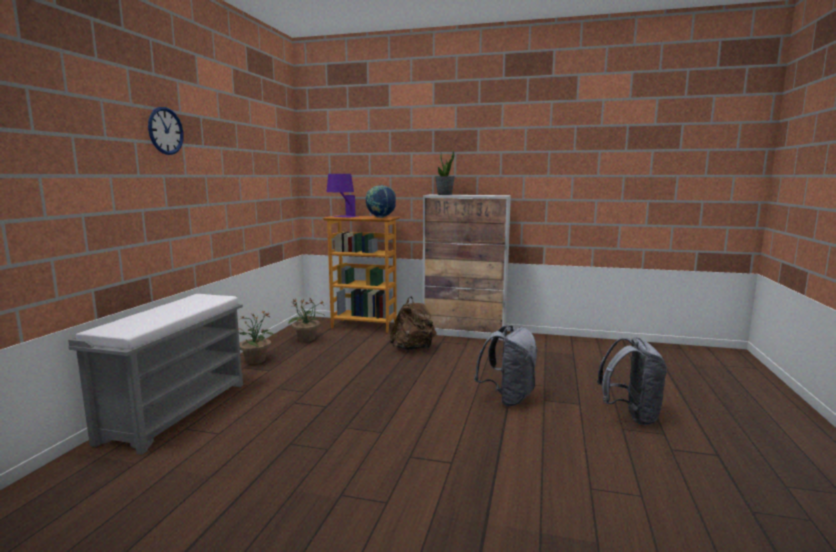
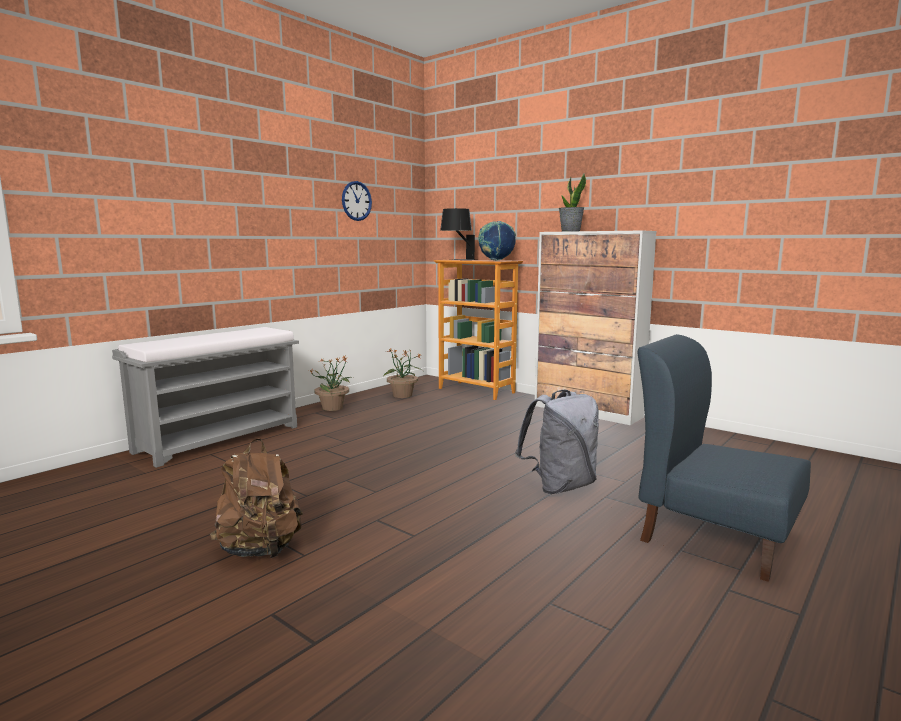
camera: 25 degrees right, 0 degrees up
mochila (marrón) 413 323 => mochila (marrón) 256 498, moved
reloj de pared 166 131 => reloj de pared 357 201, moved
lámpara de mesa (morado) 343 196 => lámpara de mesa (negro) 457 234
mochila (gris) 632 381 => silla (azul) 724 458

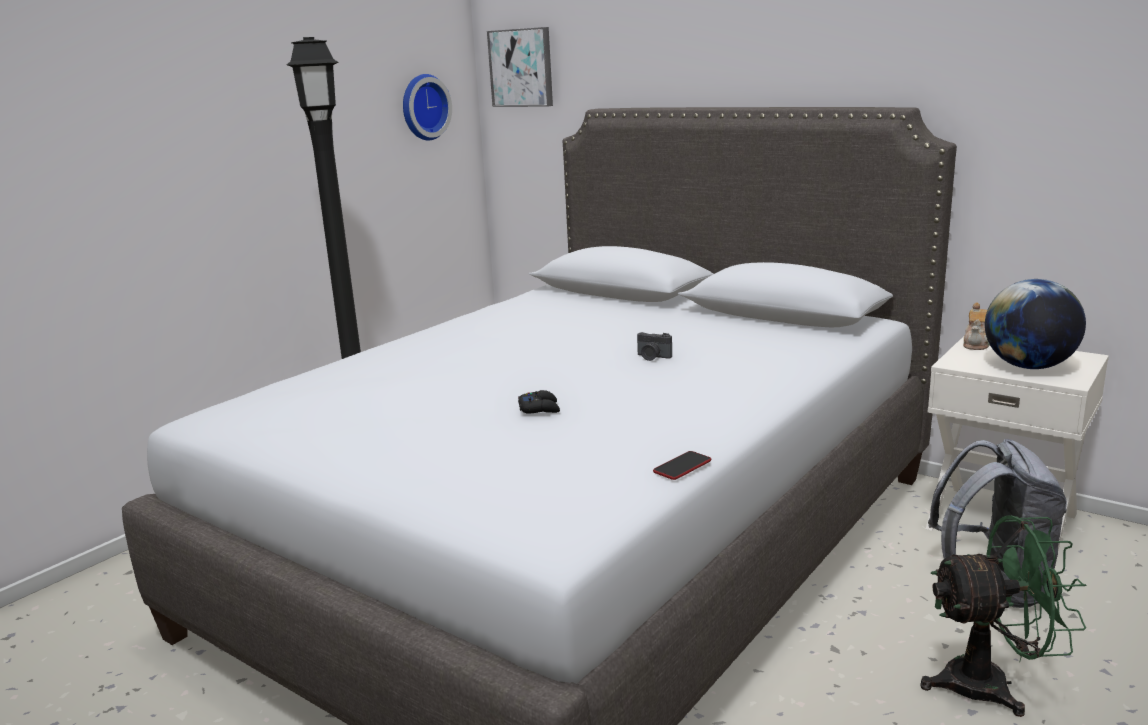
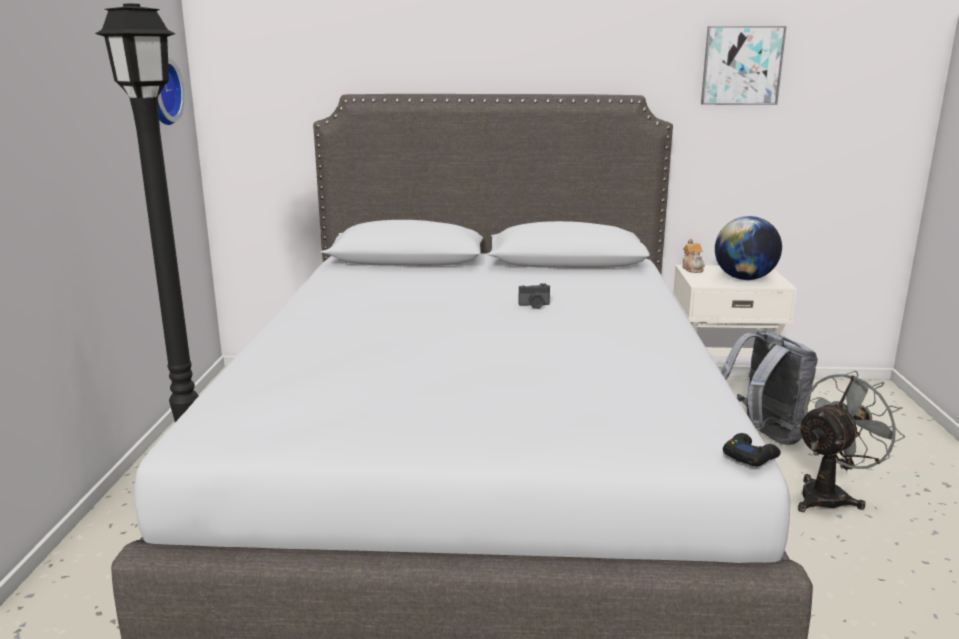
camera: 35 degrees left, 0 degrees up
cuadro 520 67 => cuadro 744 65, moved
mando de consola (negro) 539 401 => mando de consola (negro) 752 449, moved
ventilador (verde) 1003 616 => ventilador (gris) 851 441
móvil 682 465 => nothing

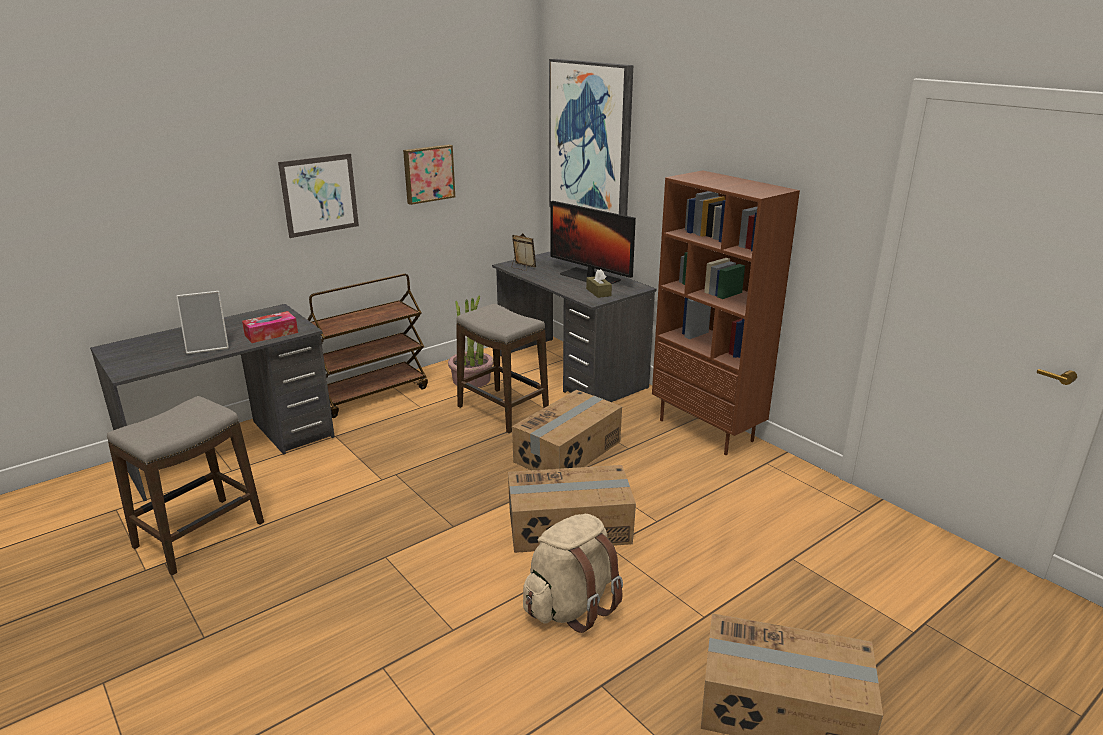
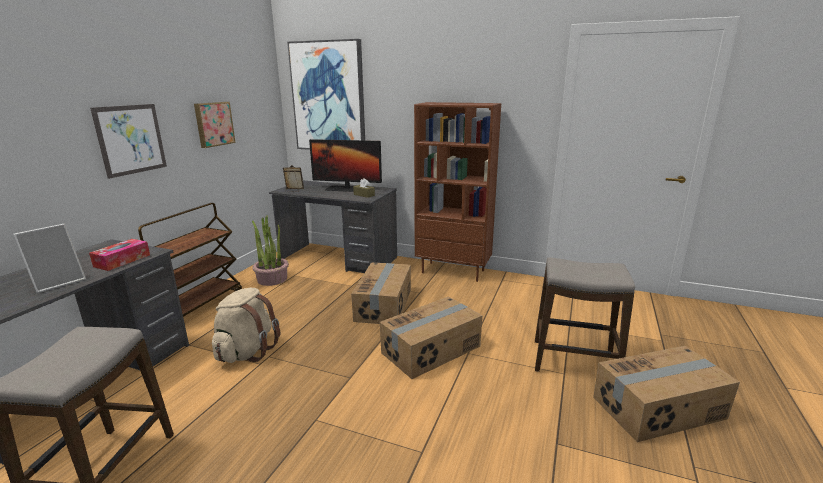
camera: 30 degrees left, 5 degrees down
mochila (beis) 573 573 => mochila (beis) 246 325, moved
taburete 502 368 => taburete 585 314, moved

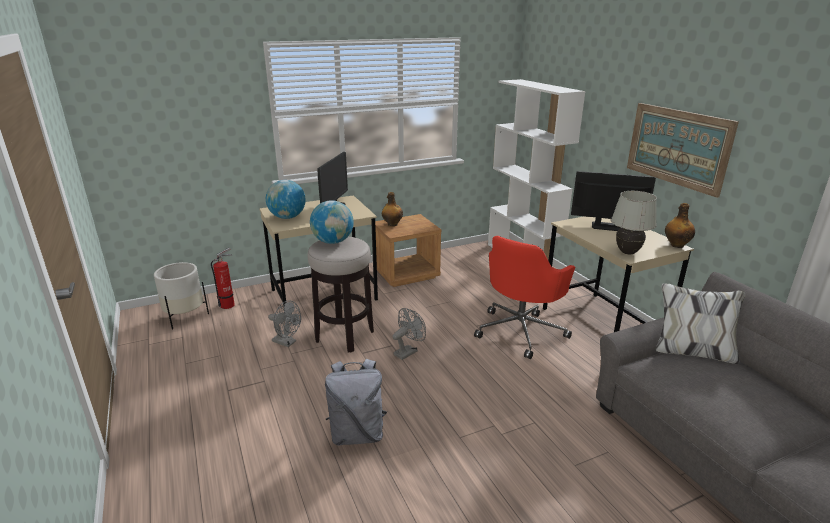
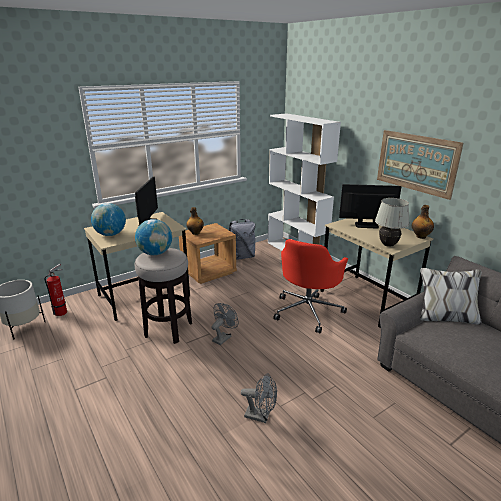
camera: 10 degrees left, 0 degrees up
mochila (gris) 356 402 => mochila (gris) 242 239, moved
ventilador (gris) 284 323 => ventilador (gris) 259 398, moved

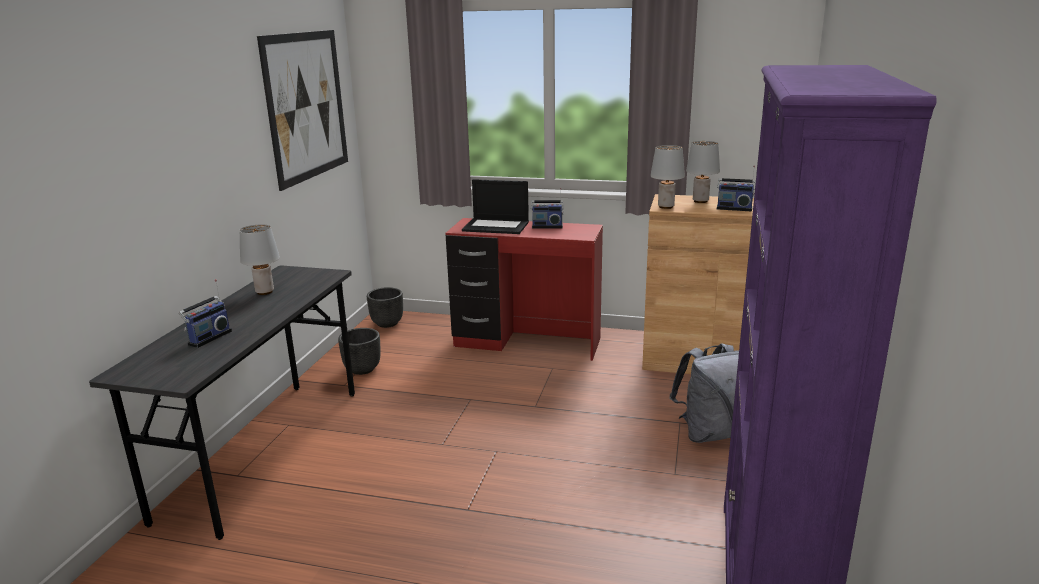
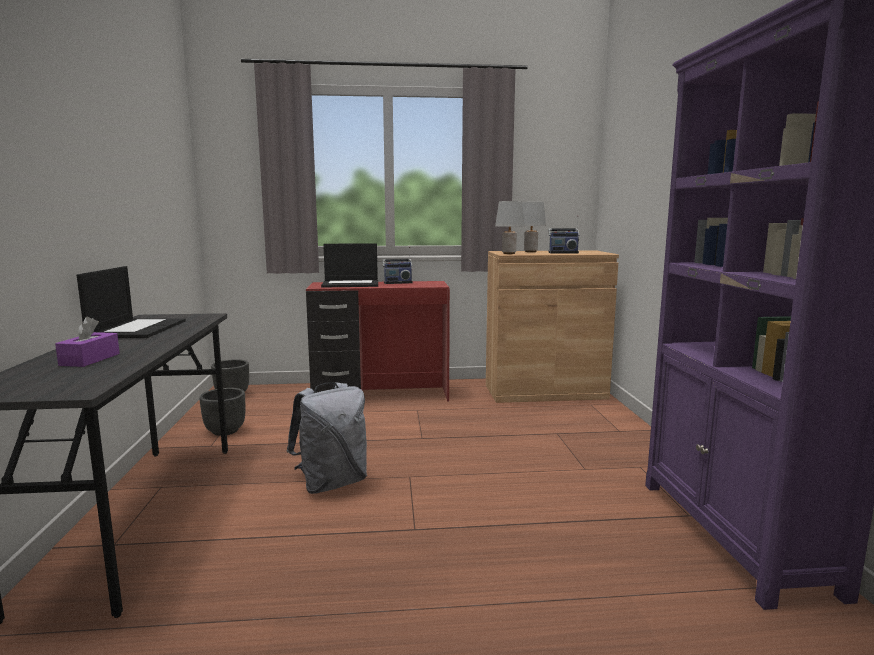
camera: 20 degrees left, 10 degrees down
radio 205 313 => caja de pañuelos (morado) 87 341
lámpara de mesa (gris) 259 259 => portátil 131 302
mochila (gris) 704 393 => mochila (gris) 327 438, moved
cuadro 302 110 => nothing

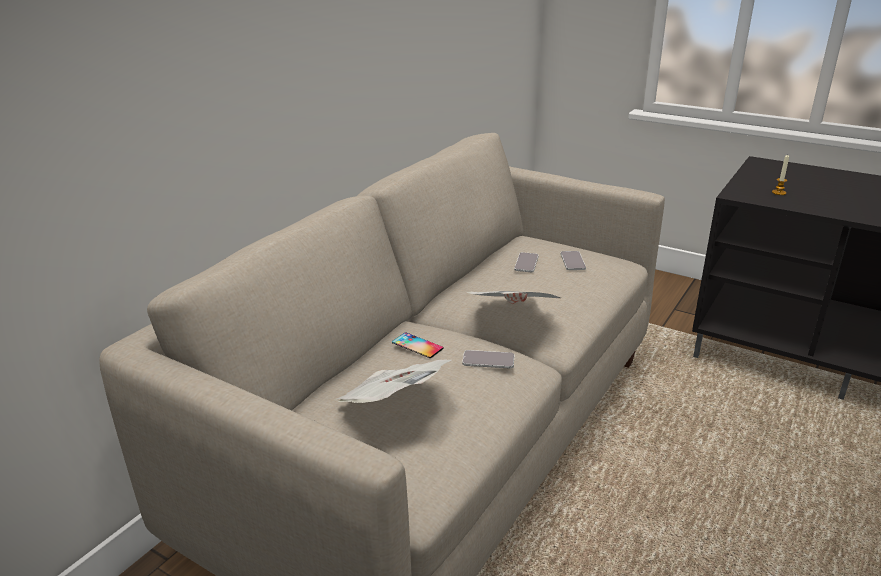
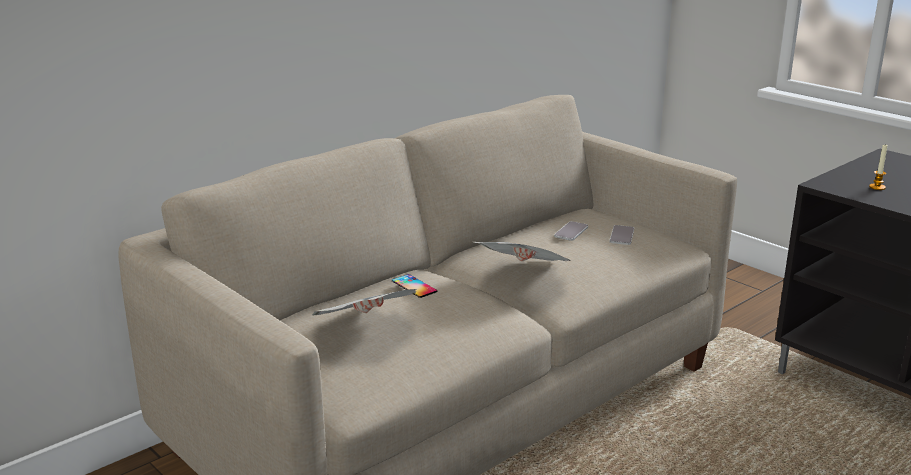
camera: 15 degrees right, 5 degrees down
móvil 488 359 => nothing

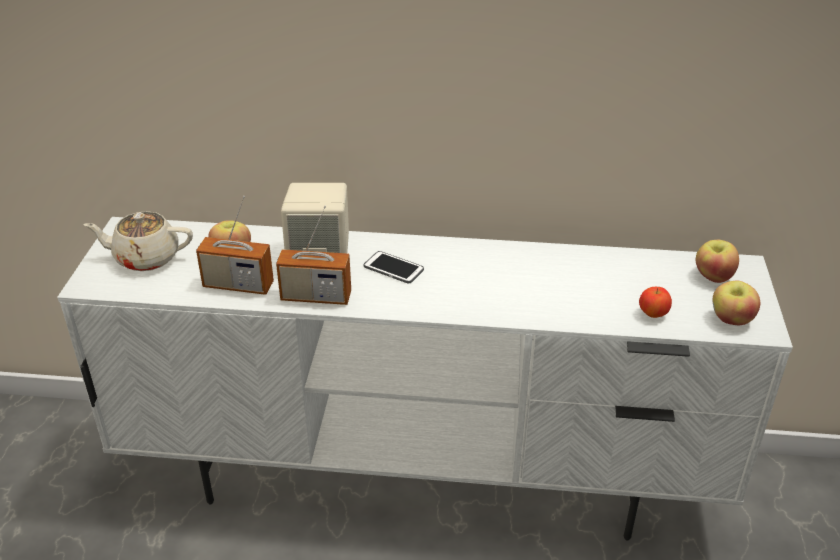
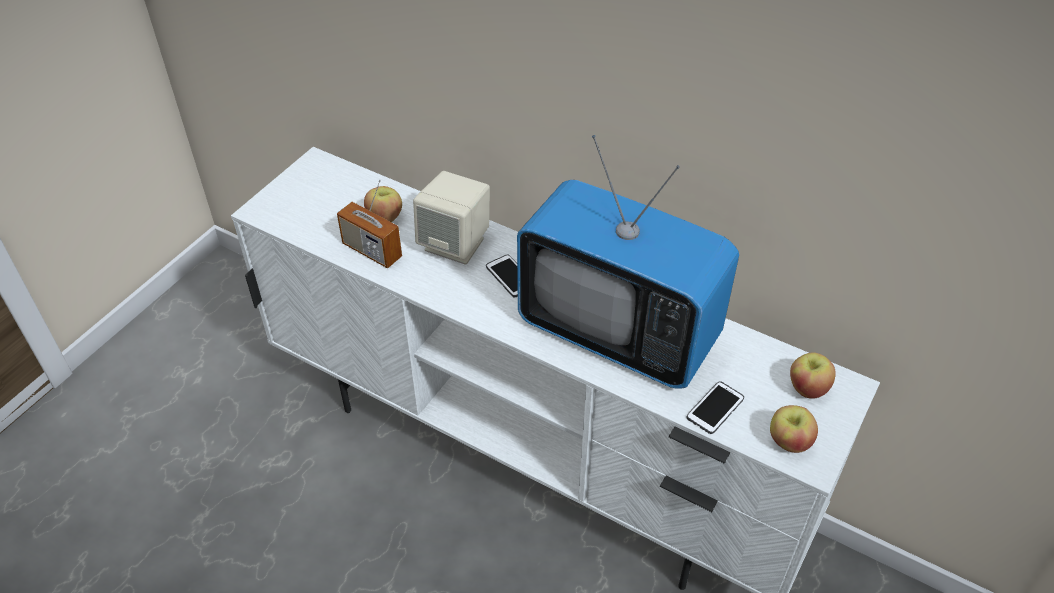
camera: 25 degrees right, 10 degrees up
nothing => televisor 628 262
manzana 655 302 => móvil 715 407
tetera (beis) 138 241 => nothing
radio 313 255 => nothing

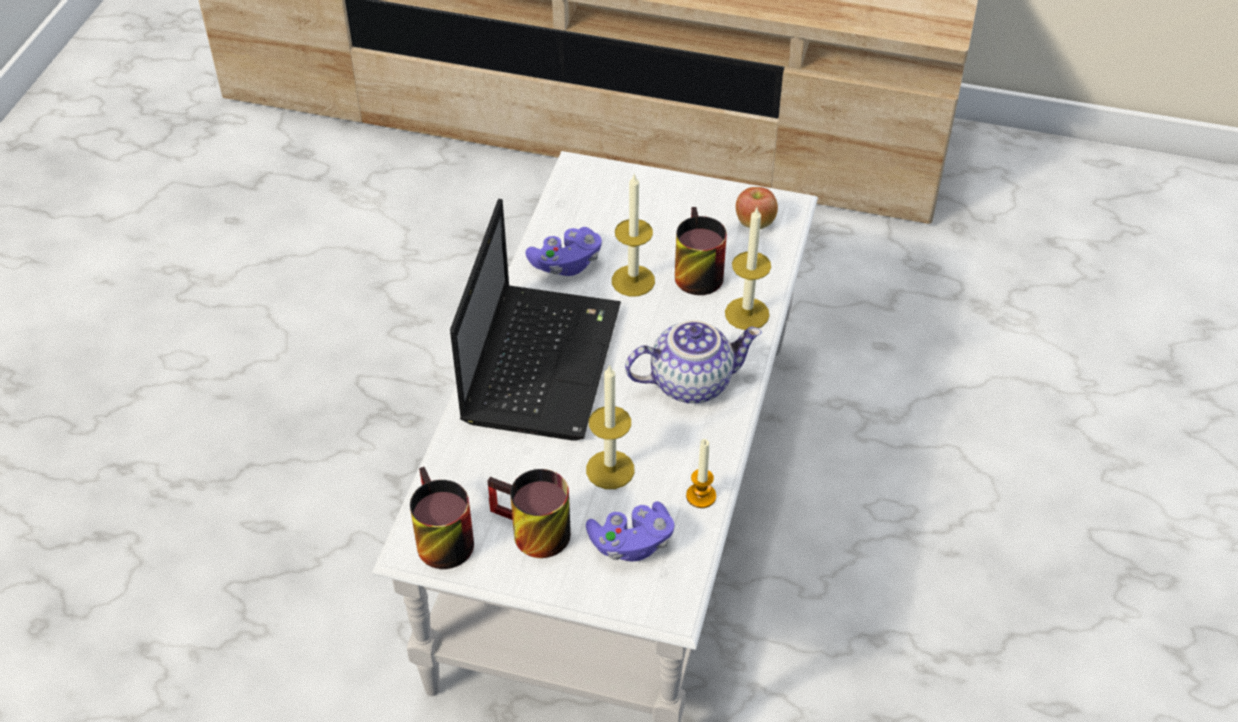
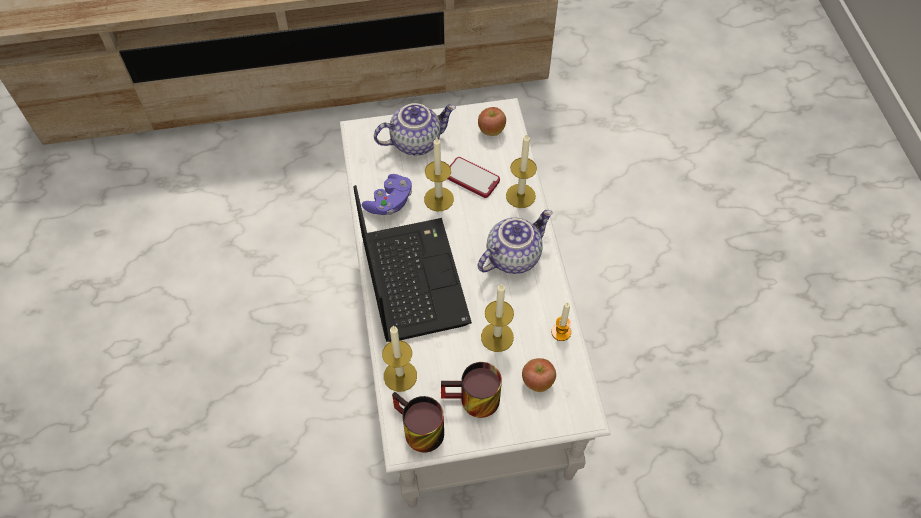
camera: 25 degrees left, 10 degrees up
nothing => tetera 415 129
nothing => vela 399 359
taza grande 701 251 => móvil 474 177
mando de consola (morado) 630 531 => manzana 539 375

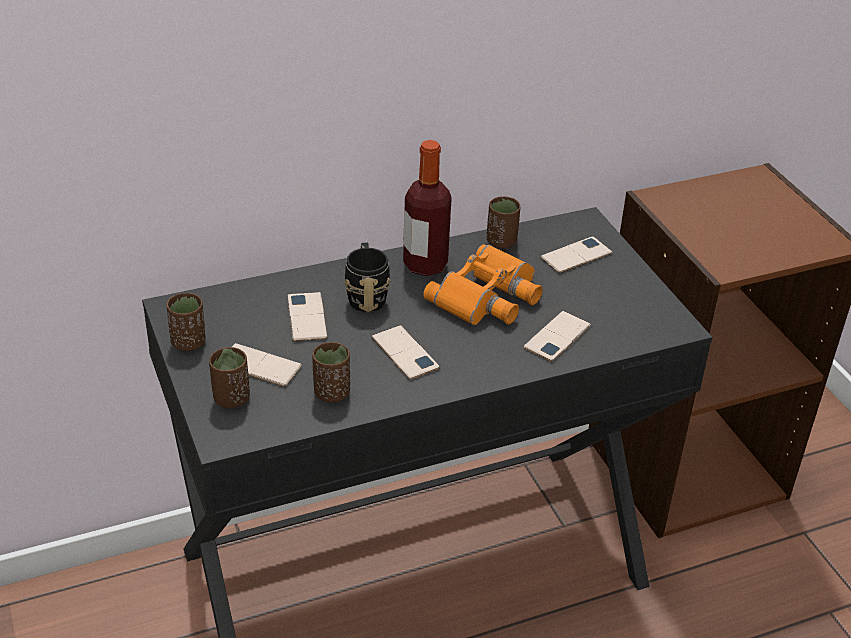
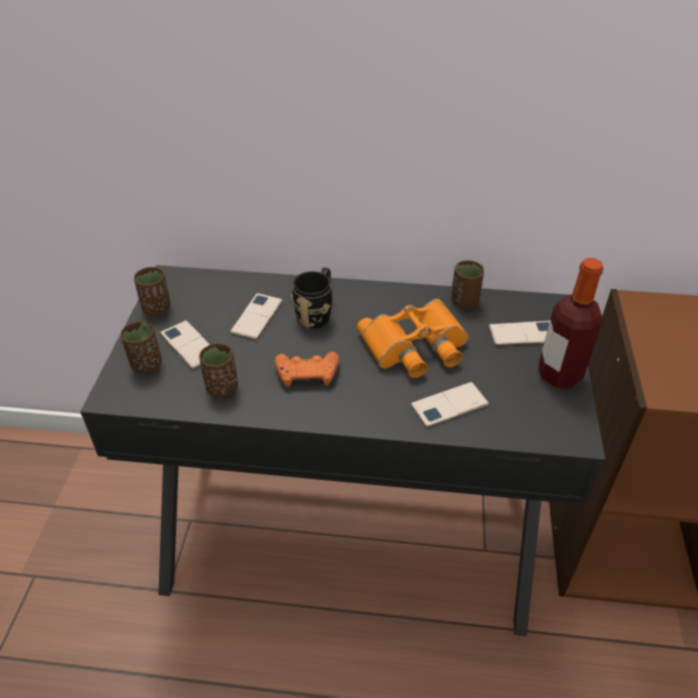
camera: 30 degrees right, 5 degrees up
móvil 406 352 => mando de consola (naranja) 307 369
botella 427 208 => botella 570 323, moved

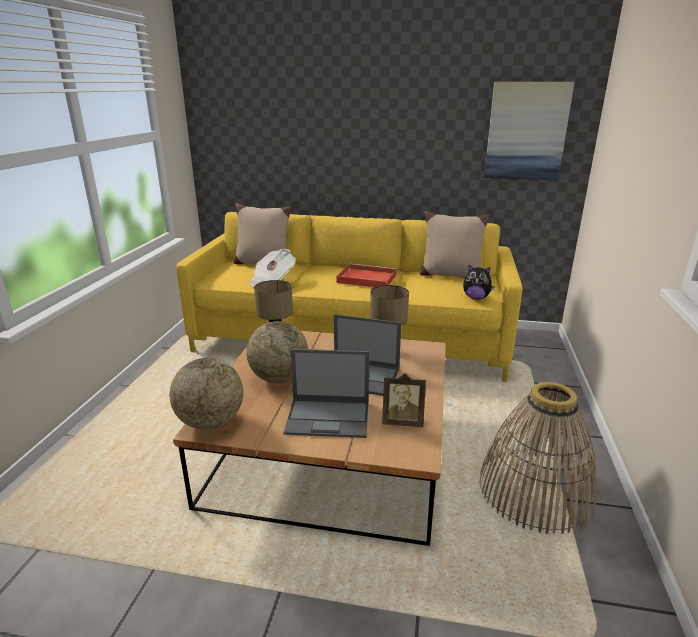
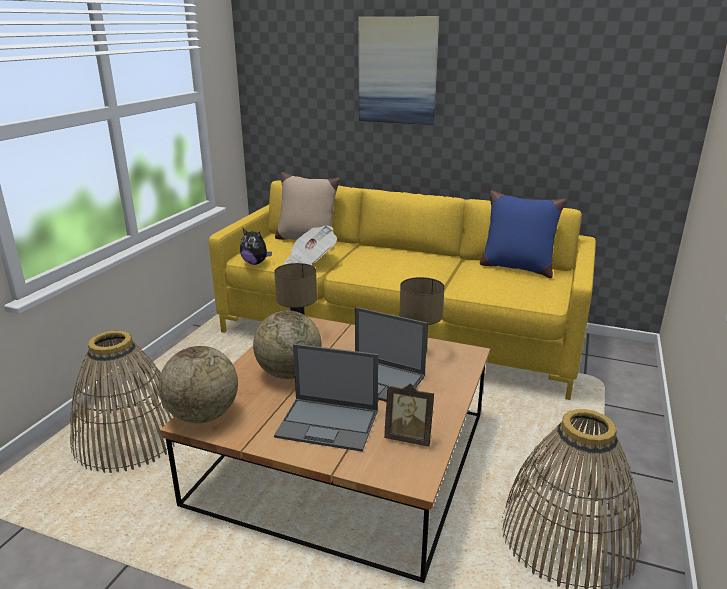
camera: 10 degrees right, 0 degrees up
nothing => cesta 122 401
peluche 479 282 => peluche 256 247, moved
cuadro 529 131 => cuadro 398 71, moved
cojín (beis) 454 244 => cojín (azul) 523 234
bandeja (rojo) 366 275 => nothing

